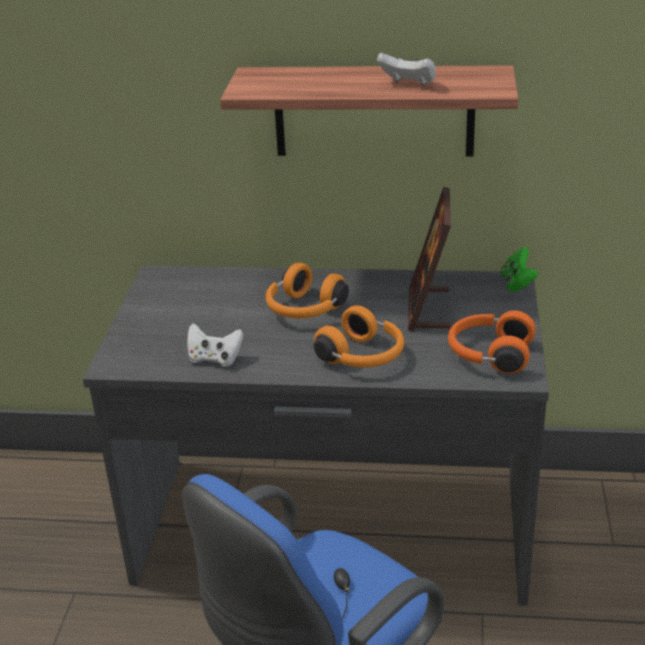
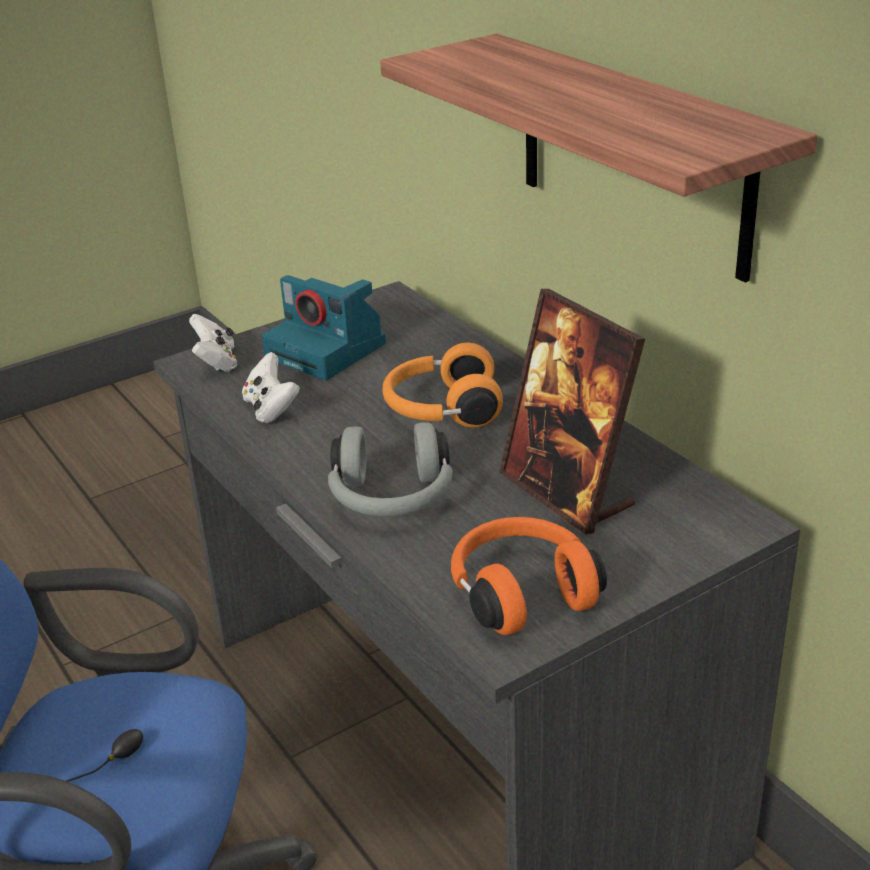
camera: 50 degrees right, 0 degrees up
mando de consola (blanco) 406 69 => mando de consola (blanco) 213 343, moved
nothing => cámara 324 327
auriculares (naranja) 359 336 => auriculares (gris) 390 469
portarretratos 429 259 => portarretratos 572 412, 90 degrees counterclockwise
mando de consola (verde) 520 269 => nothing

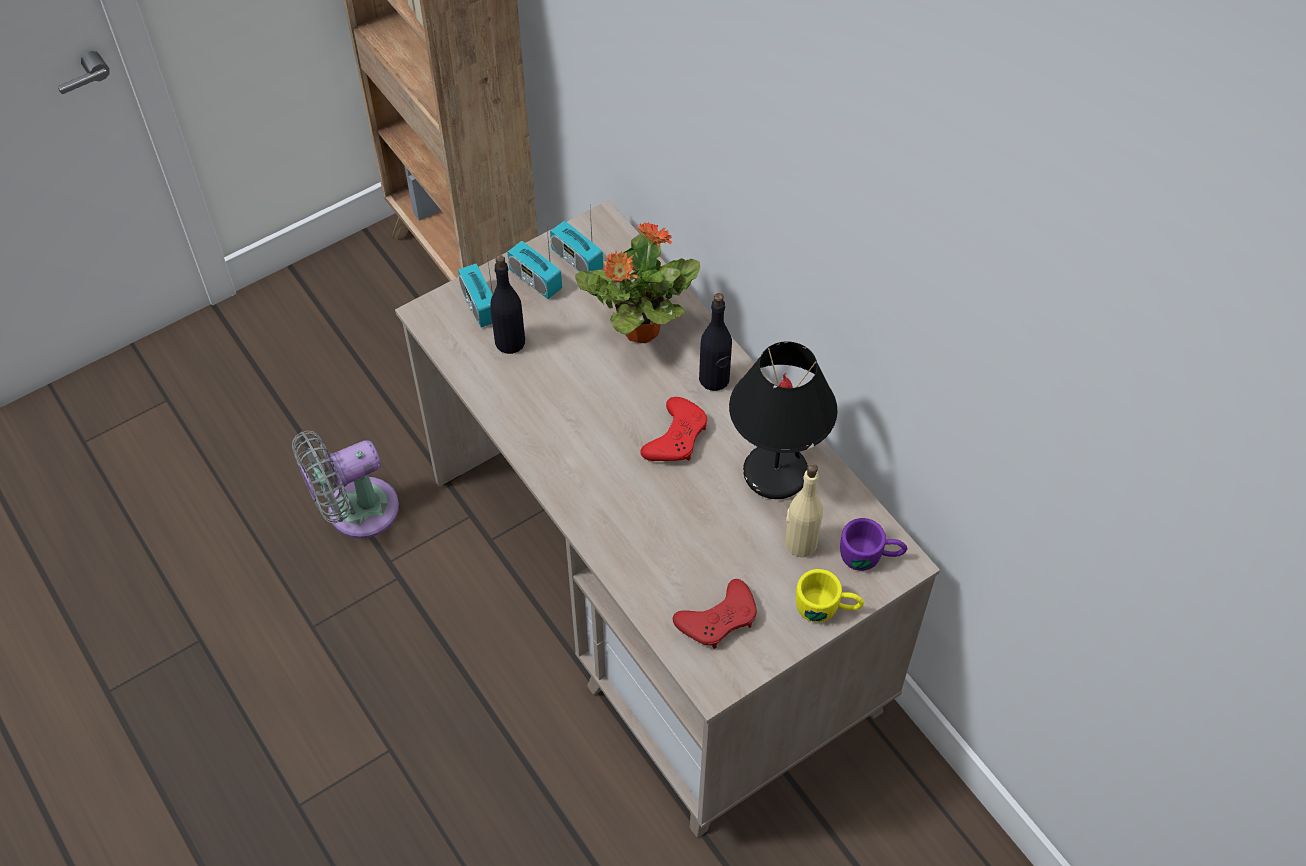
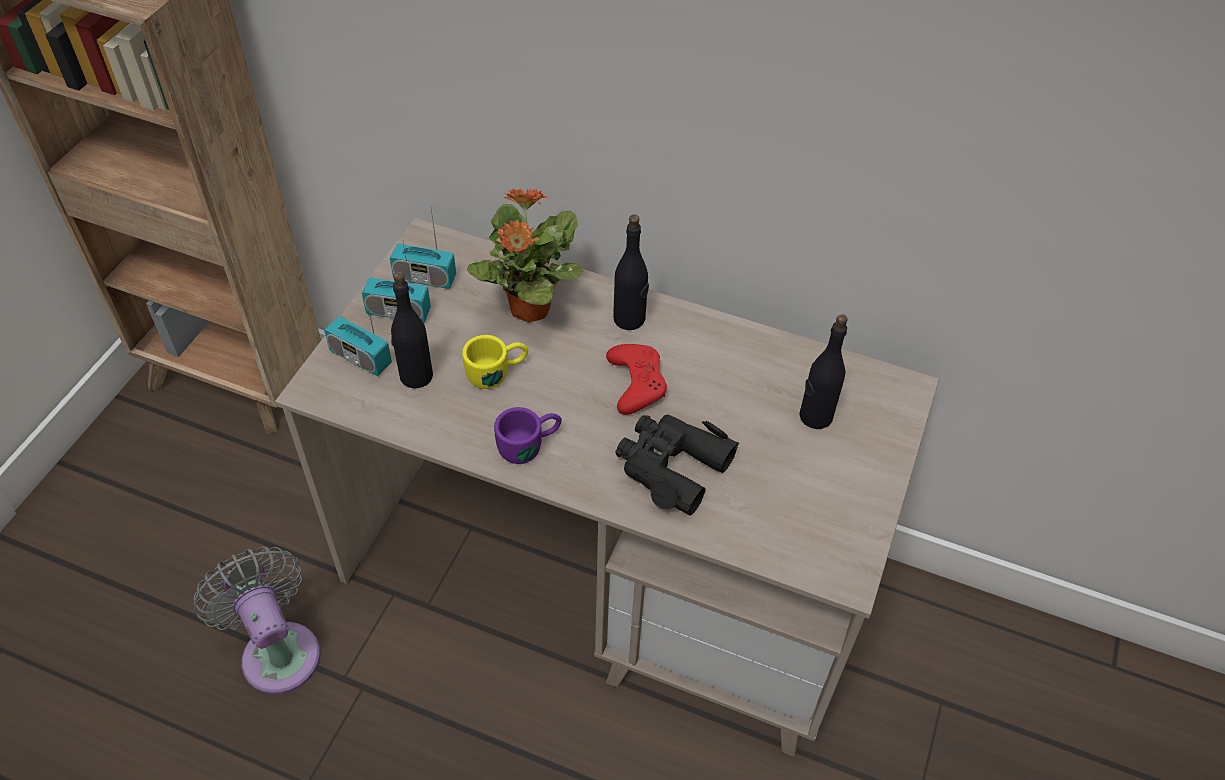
camera: 35 degrees left, 5 degrees down
ventilador (gris) 345 485 => ventilador (gris) 257 620, 120 degrees clockwise
taza grande (amarillo) 830 596 => taza grande (amarillo) 495 362, moved
taza grande (morado) 874 544 => taza grande (morado) 528 435, moved
nothing => prismáticos (negro) 677 464
botella (beis) 804 510 => botella (negro) 823 371
mando de consola (rojo) 715 614 => nothing
lámpara de mesa (negro) 783 420 => nothing

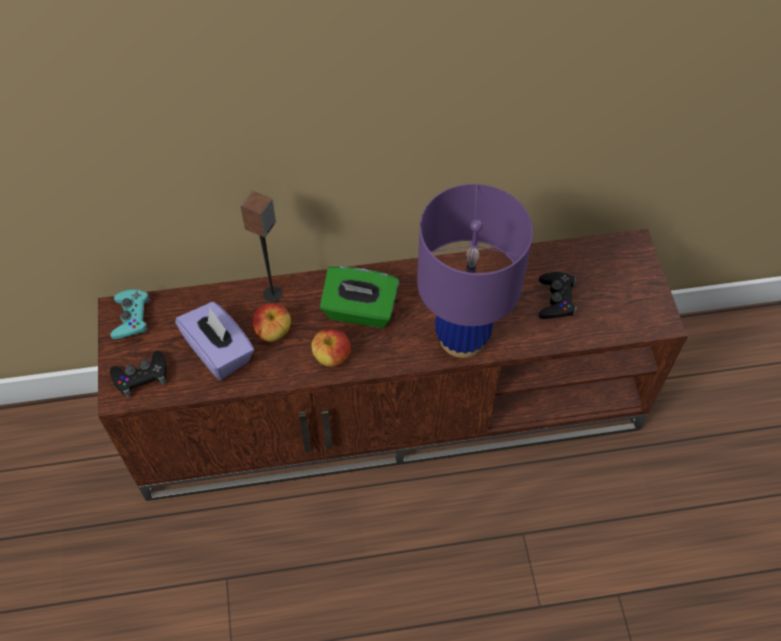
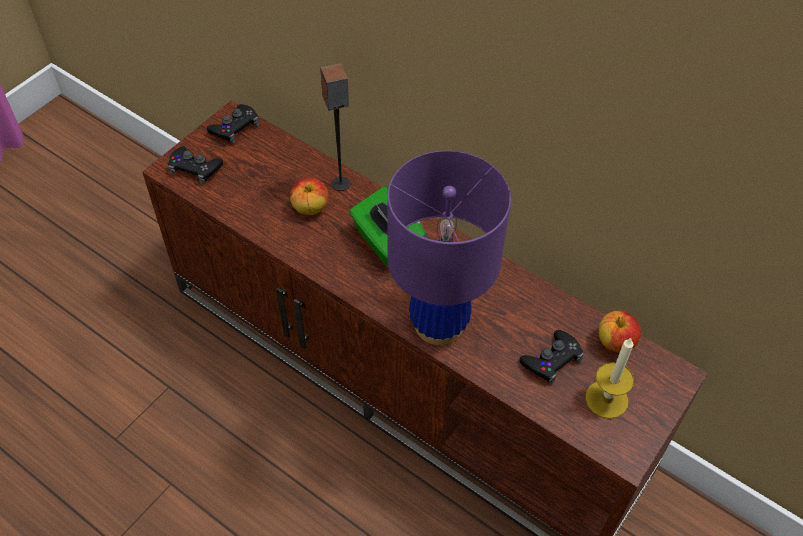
camera: 45 degrees right, 5 degrees down
mando de consola (turquesa) 130 314 => mando de consola (negro) 233 123
nothing => vela 609 378
manzana 331 348 => manzana 620 332, moved
caja de pañuelos (morado) 214 341 => nothing

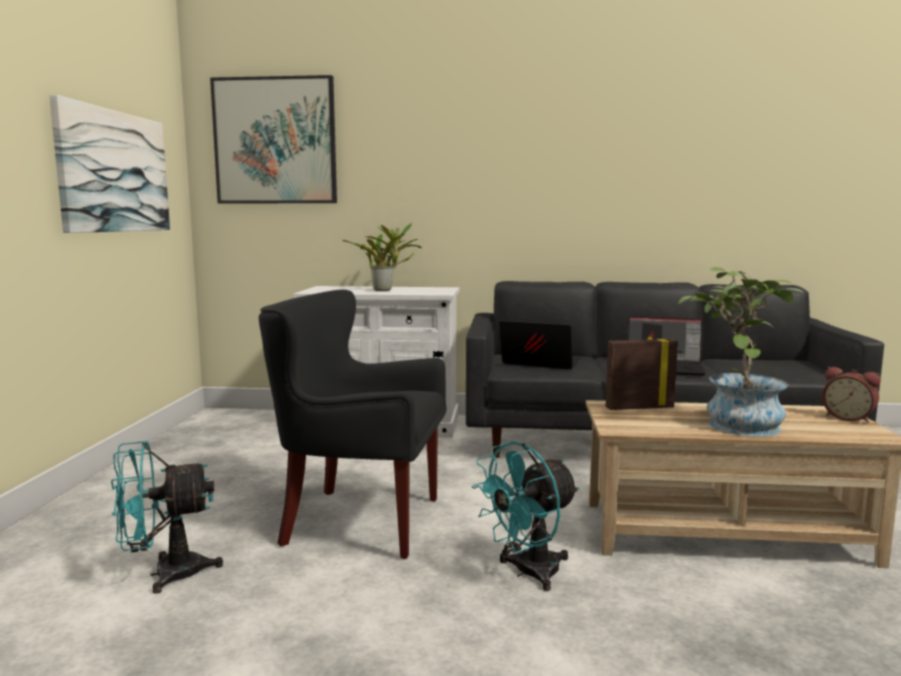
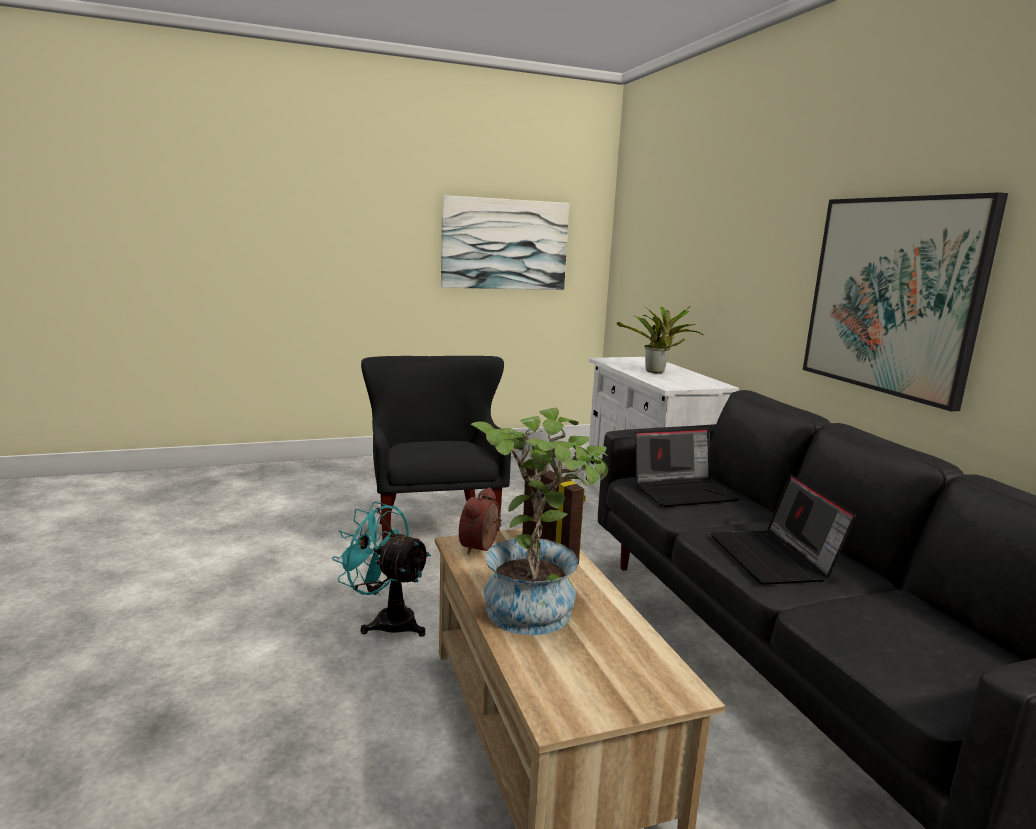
camera: 65 degrees right, 5 degrees up
despertador 851 395 => despertador 480 521, moved
portátil 540 344 => portátil 687 467, 75 degrees clockwise
cuadro 273 139 => cuadro 905 302, moved
ventilador (turquesa) 167 517 => nothing

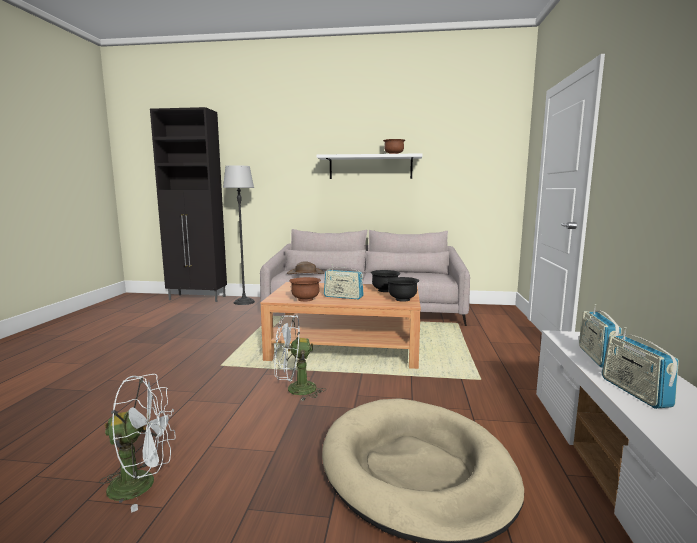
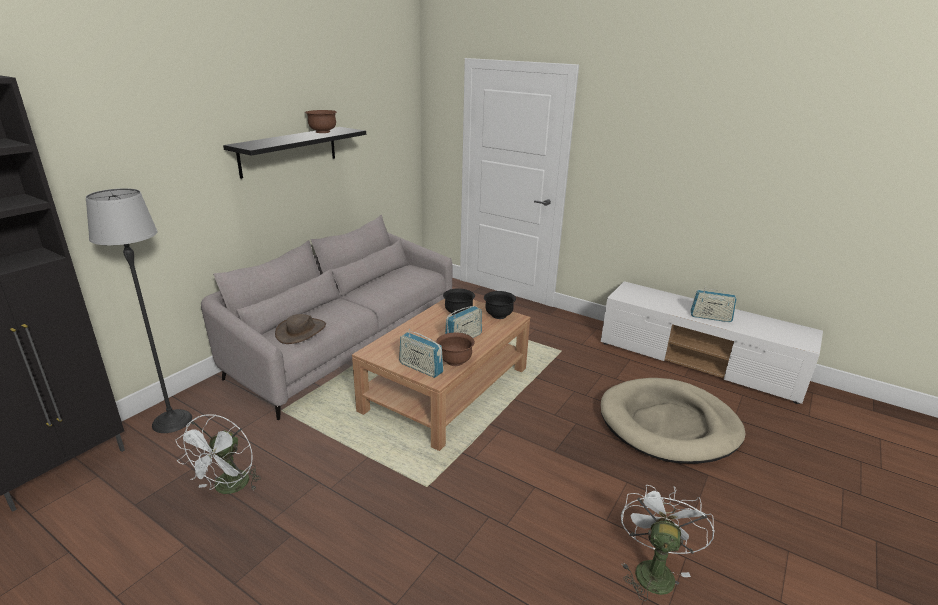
camera: 65 degrees left, 15 degrees up
ventilador (blanco) 300 358 => ventilador (blanco) 218 454, moved
estante (blanco) 369 166 => estante (negro) 294 153
radio 600 336 => radio 421 353, moved

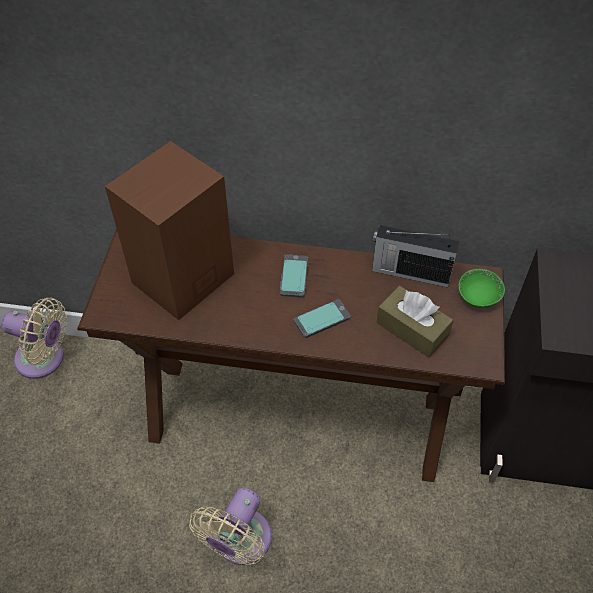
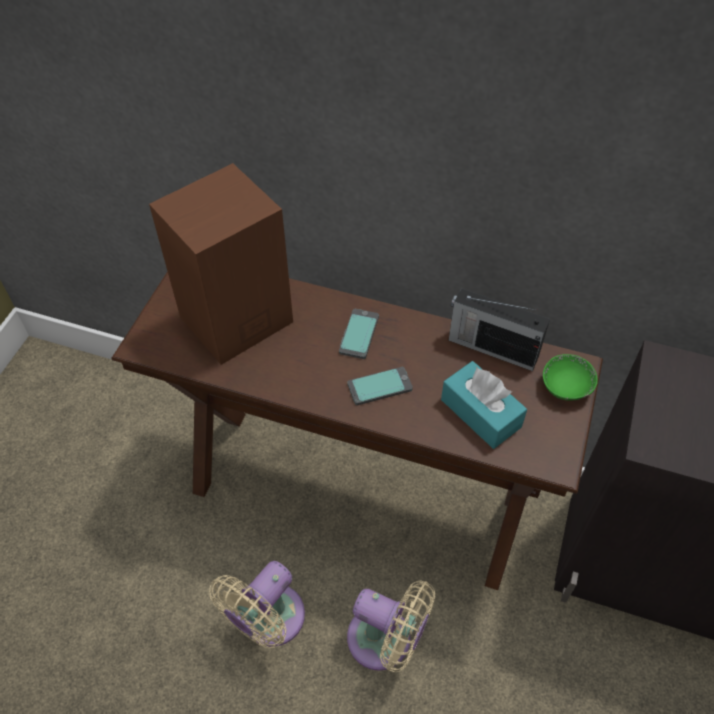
camera: 10 degrees right, 0 degrees up
ventilador (beis) 34 338 => ventilador (beis) 391 626, moved
caja de pañuelos (marrón) 415 322 => caja de pañuelos (turquesa) 484 405

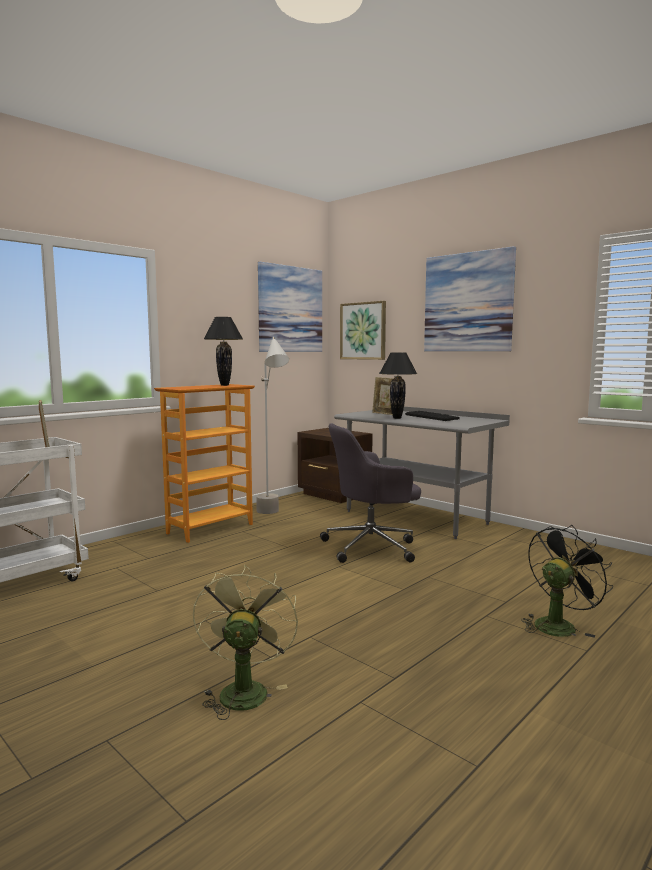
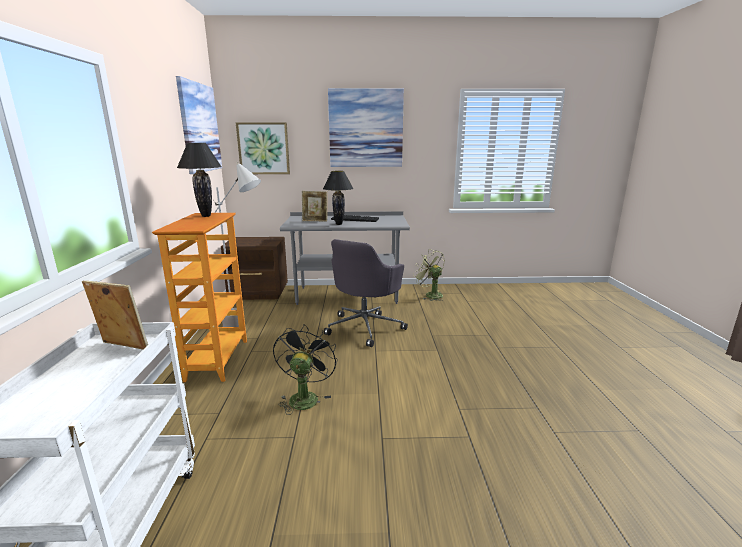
camera: 45 degrees left, 10 degrees up
ventilador (negro) 567 581 => ventilador (negro) 305 369, moved
ventilador (verde) 245 642 => ventilador (verde) 429 275, moved

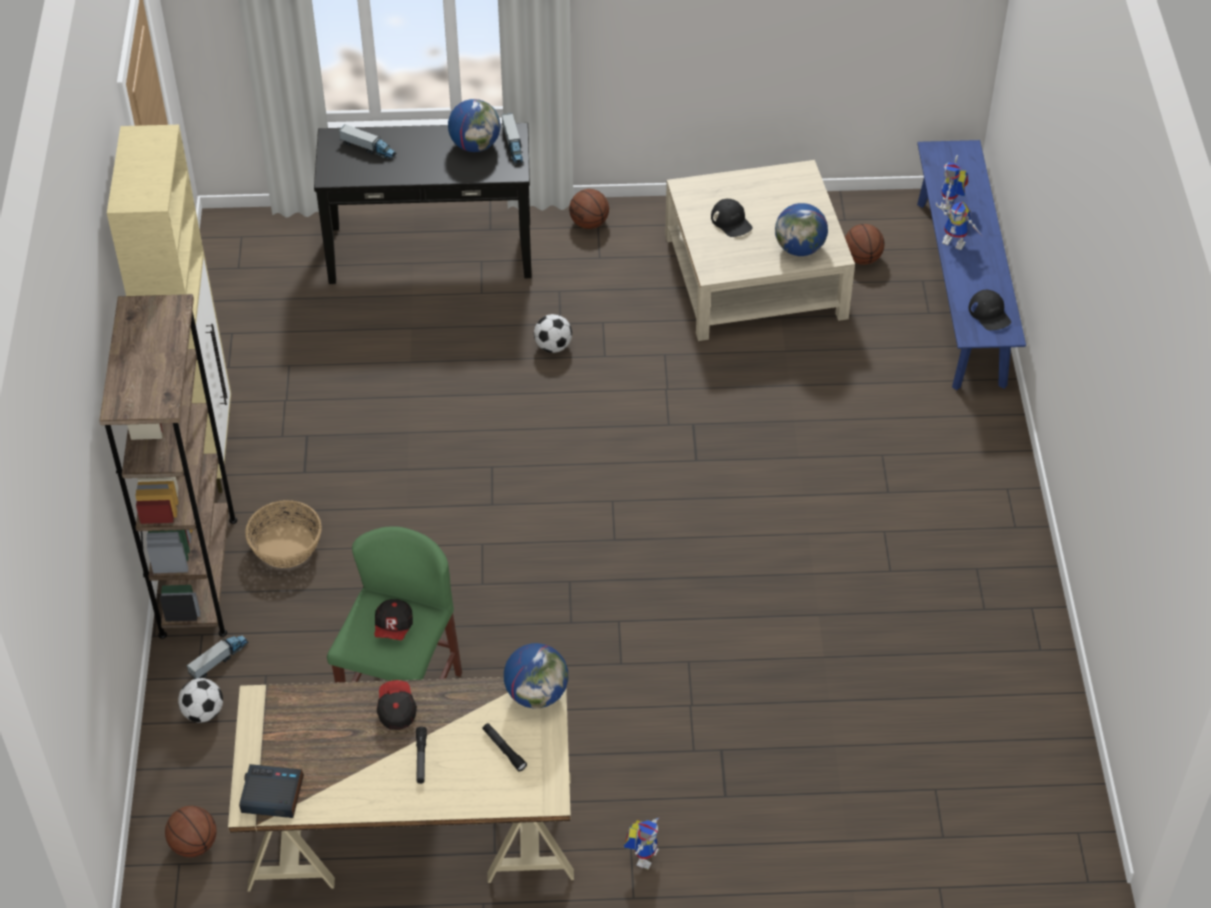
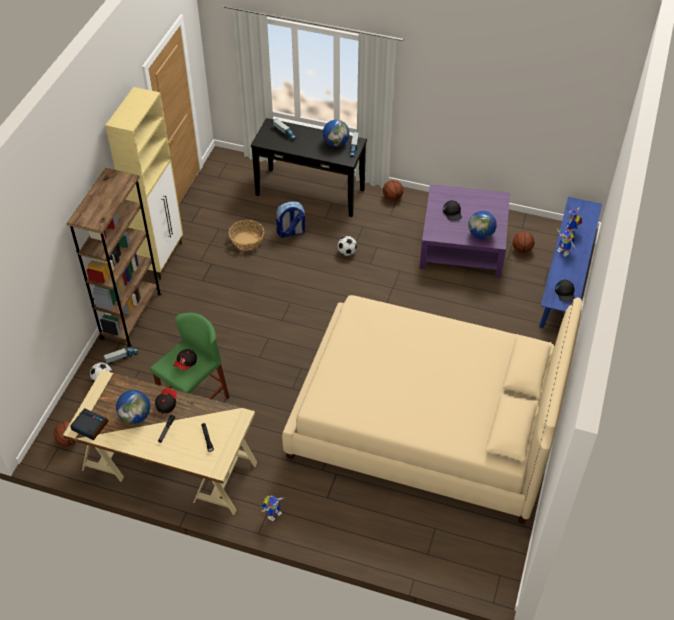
camera: 20 degrees right, 0 degrees up
globo terráqueo 536 675 => globo terráqueo 133 407, moved
cesta 283 534 => cesta 246 235, moved
nothing => mochila 290 220
nothing => cama (beis) 432 409
mesa de centro (beis) 760 250 => mesa de centro (morado) 465 231

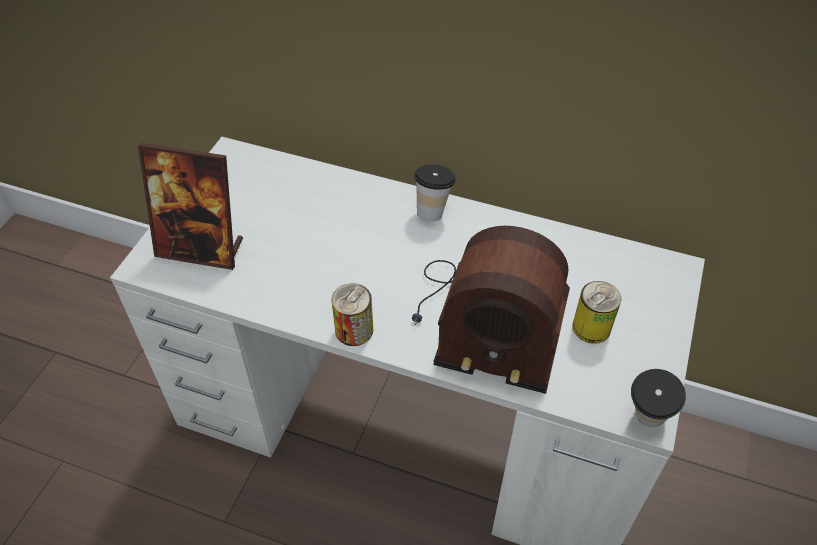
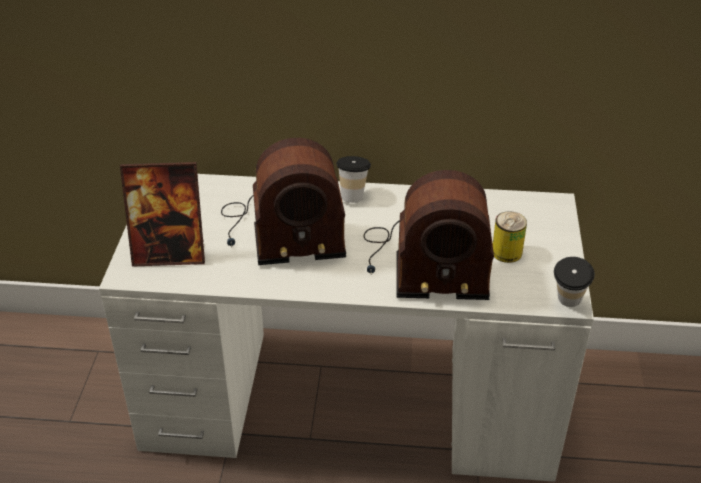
camera: 15 degrees left, 10 degrees down
nothing => radio 283 201
lata 352 314 => nothing

